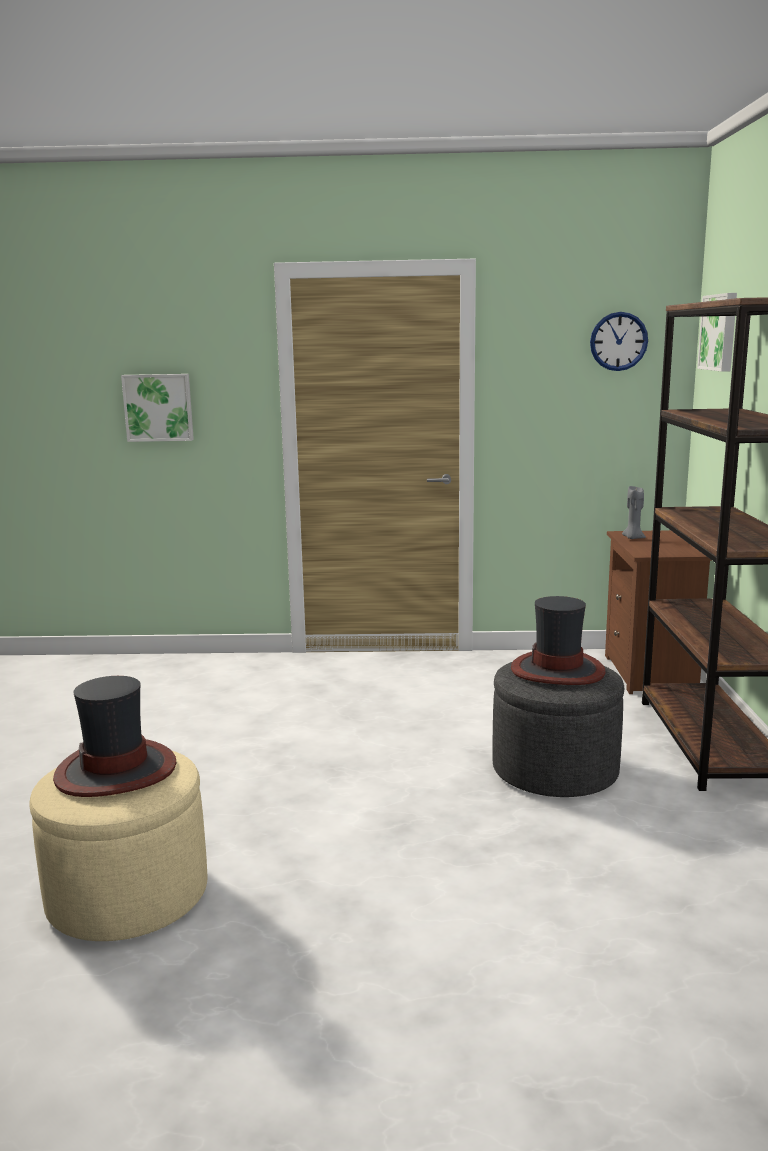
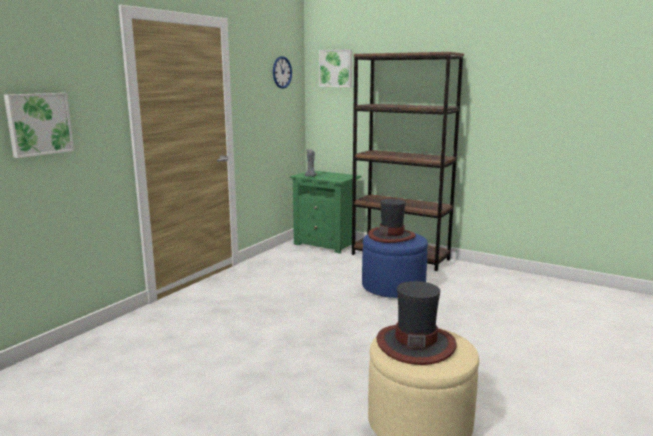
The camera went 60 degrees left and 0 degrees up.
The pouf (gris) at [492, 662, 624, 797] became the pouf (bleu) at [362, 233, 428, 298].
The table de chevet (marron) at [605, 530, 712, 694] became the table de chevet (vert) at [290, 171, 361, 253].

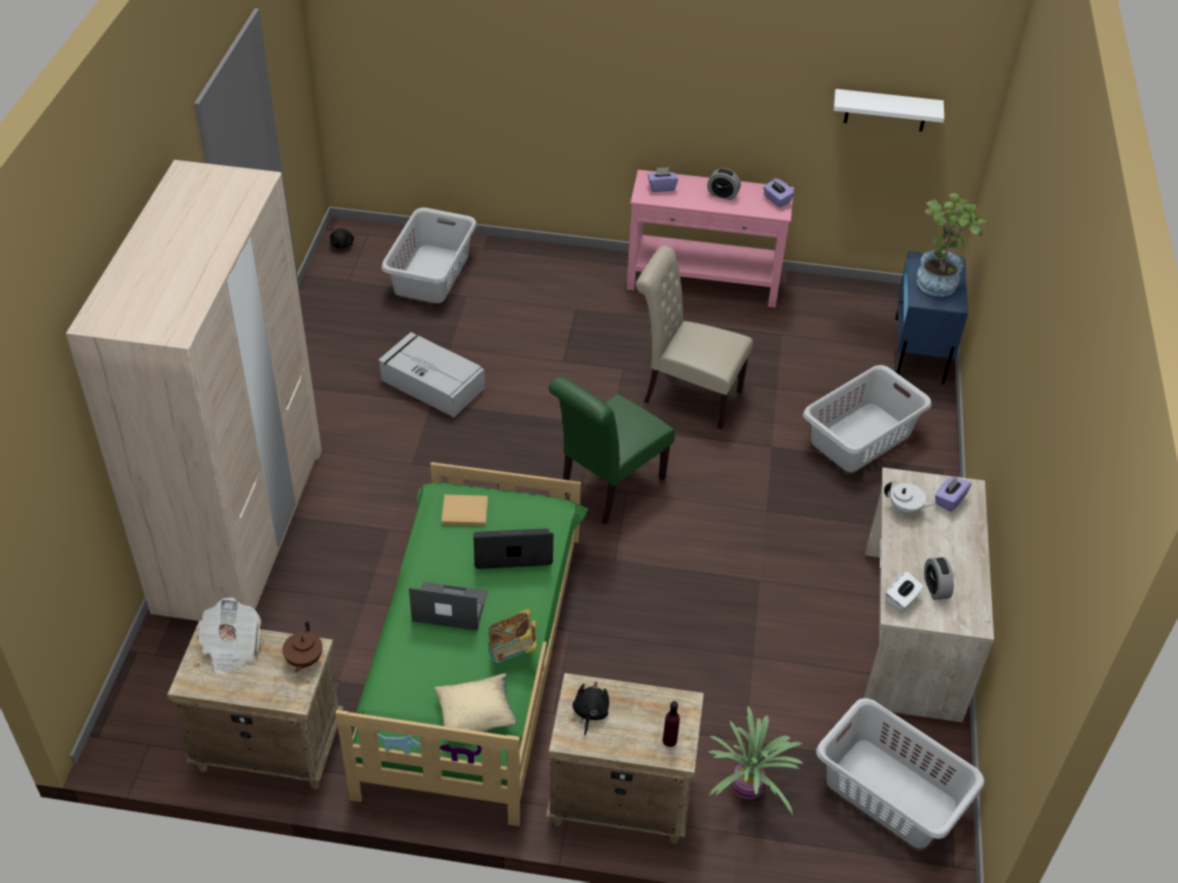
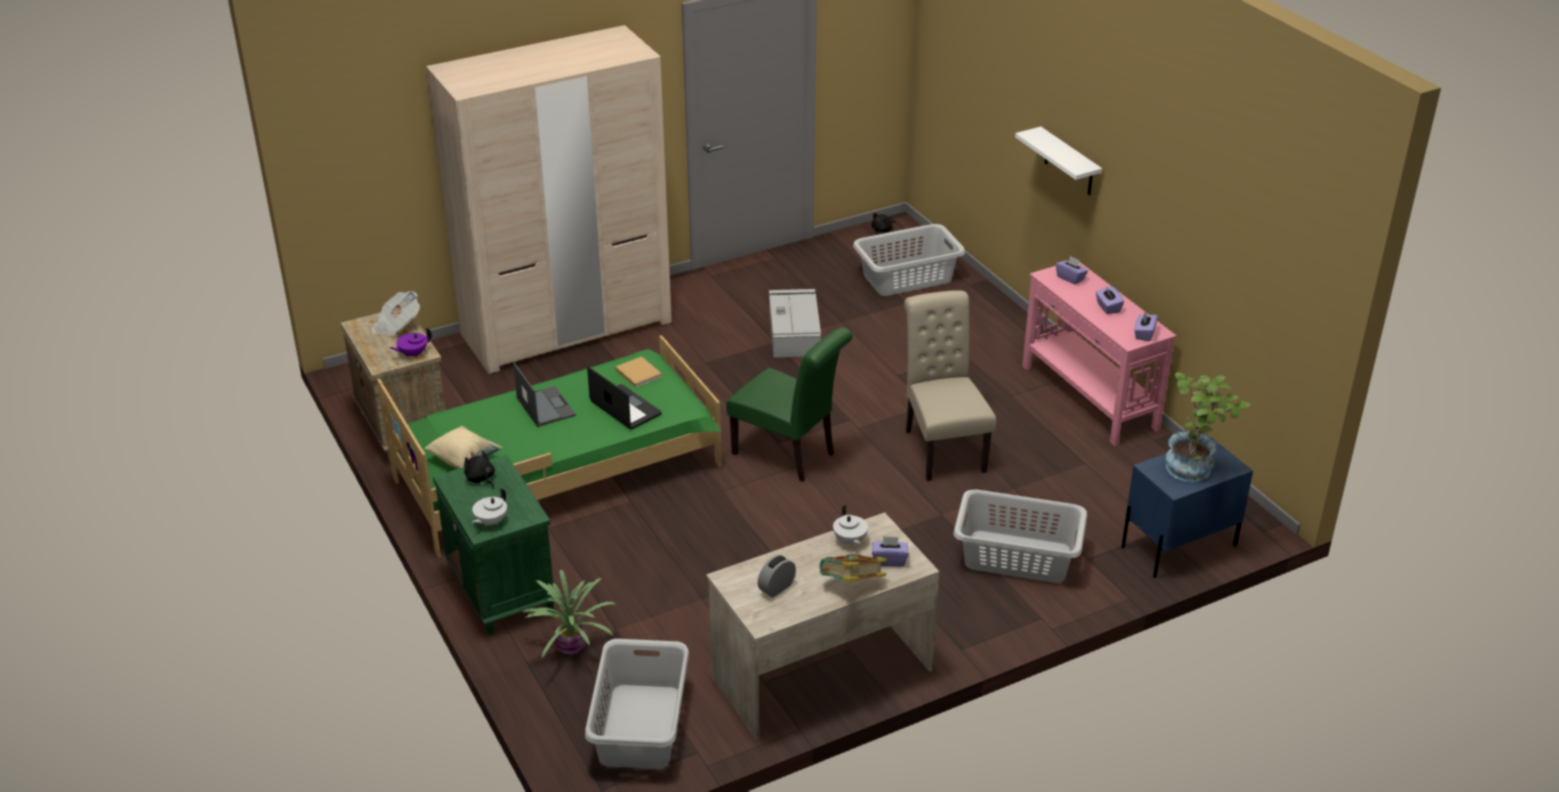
The camera went 55 degrees right and 10 degrees down.
The théière (marron) at [282, 621, 322, 673] became the théière (violet) at [390, 327, 432, 358].
The livre moved from [489, 608, 538, 663] to [819, 554, 886, 581].
The table de chevet (beige) at [546, 673, 704, 844] became the table de chevet (vert) at [433, 455, 555, 635].
The chaise (vert) at [548, 377, 675, 525] turned 150 degrees counterclockwise.
The peluche (noir) at [573, 681, 609, 736] turned 105 degrees counterclockwise.
The bouteille (violet) at [663, 701, 680, 747] was replaced by the théière (blanc) at [472, 488, 507, 527].
The réveil at [707, 168, 741, 200] was replaced by the boîte à mouchoirs (violet) at [1096, 286, 1124, 314].
The étagère (blanc) moved from [834, 89, 944, 131] to [1015, 127, 1102, 195].
The boîte à mouchoirs (blanc) at [885, 572, 924, 613] disappeared.

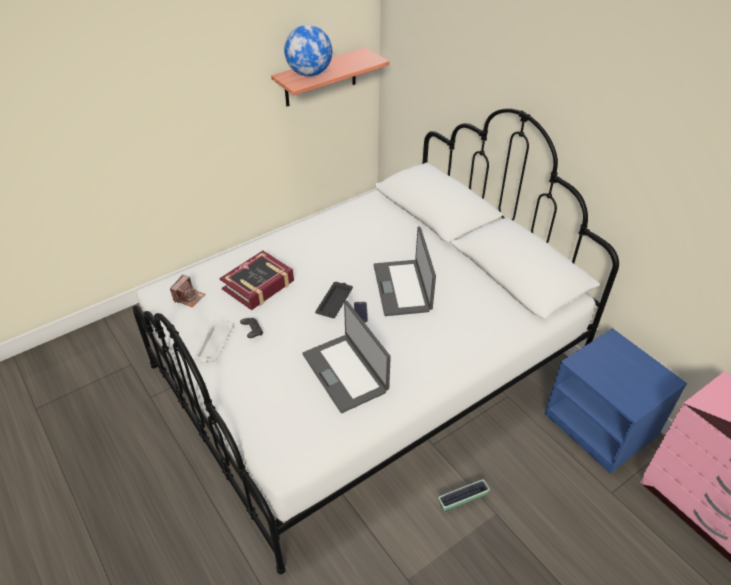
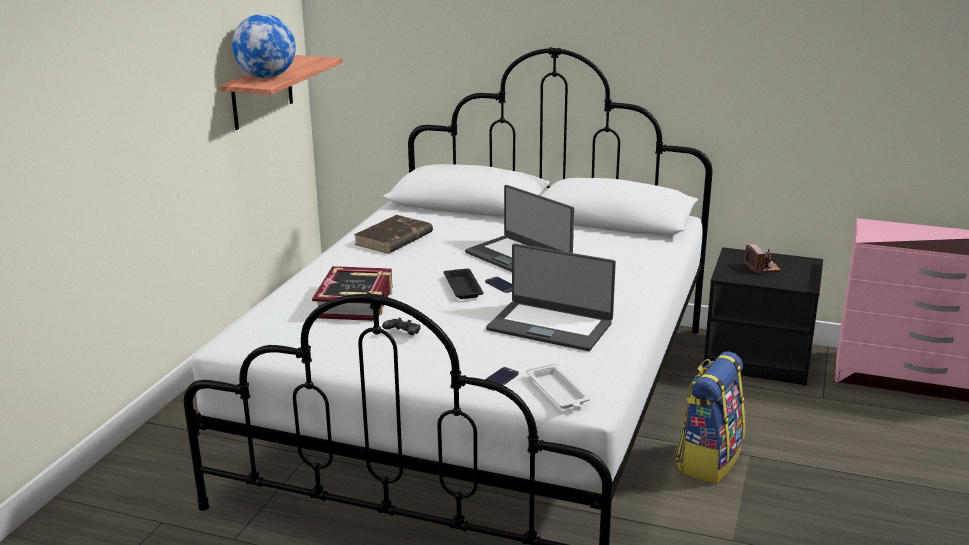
The camera went 35 degrees left and 20 degrees down.
The appareil photo moved from [170, 275, 205, 308] to [744, 244, 781, 273].
The plateau (blanc) moved from [194, 320, 233, 363] to [526, 363, 590, 409].
The cache-pot at [438, 479, 490, 512] was replaced by the sac à dos at [675, 352, 745, 484].
The table de chevet (bleu) at [545, 328, 687, 474] became the table de chevet (noir) at [703, 247, 823, 386].
The livre (marron) at [354, 215, 433, 254] appeared.
The téléphone at [485, 367, 519, 391] appeared.

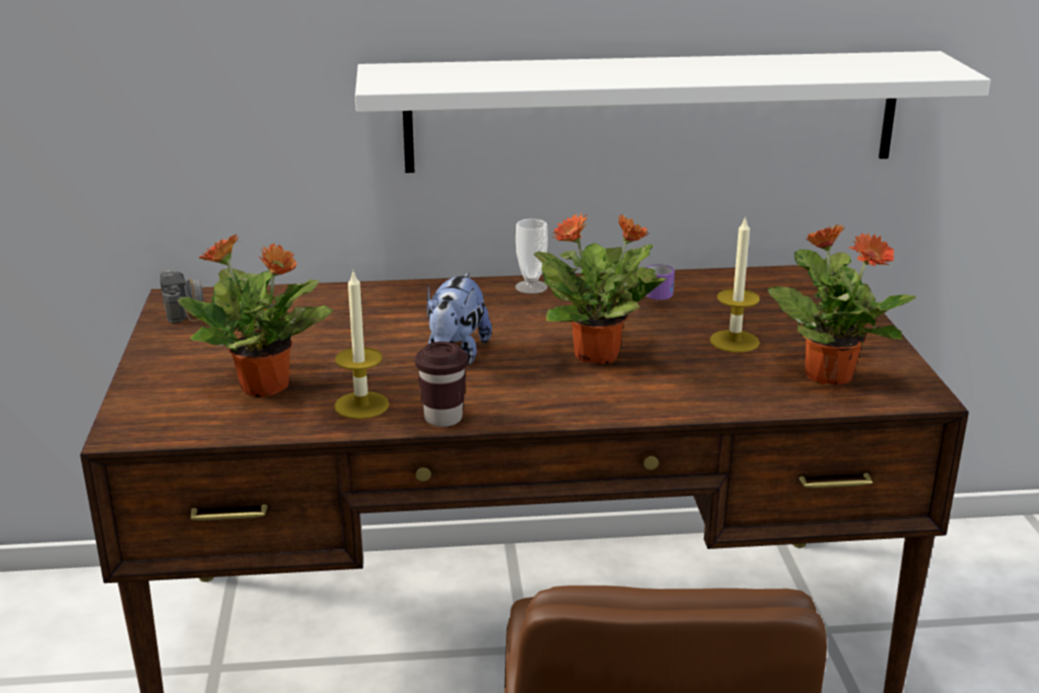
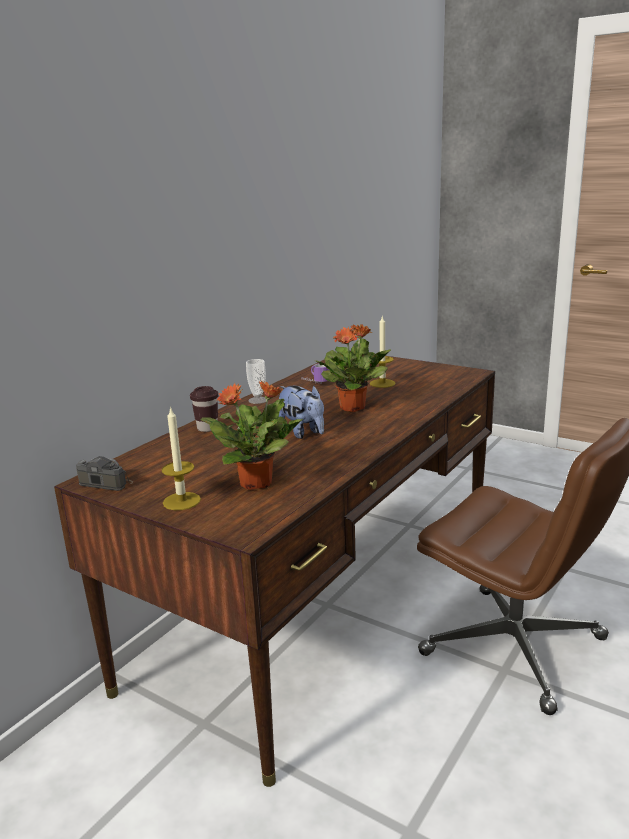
The camera went 50 degrees left and 5 degrees down.
The bougie moved from [334, 270, 389, 419] to [161, 406, 201, 510].
The étagère (blanc) at [355, 51, 991, 173] disappeared.
The tasse (marron) moved from [415, 341, 468, 427] to [190, 386, 218, 432].
The plante en pot at [768, 223, 917, 385] disappeared.

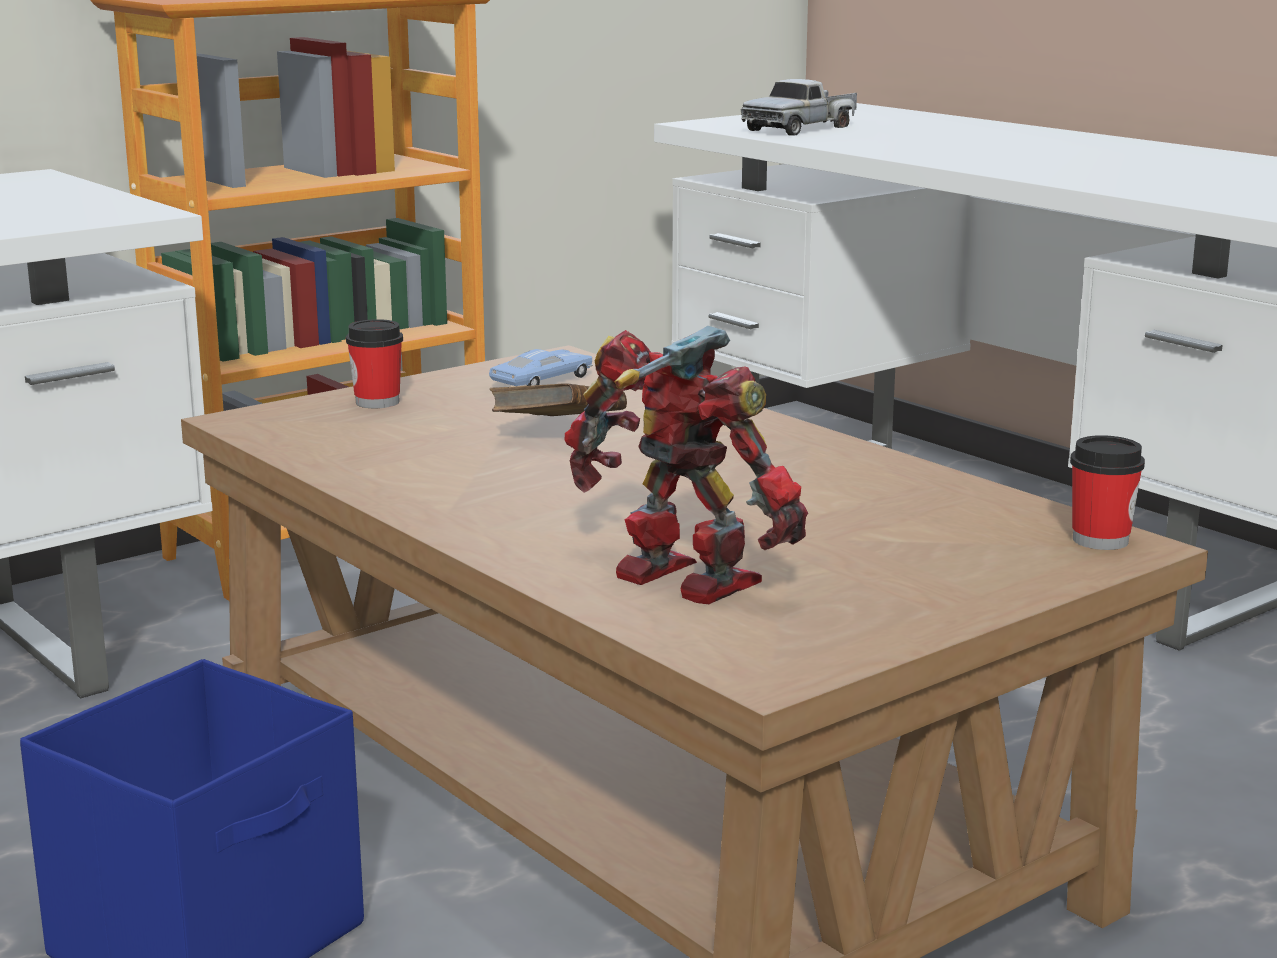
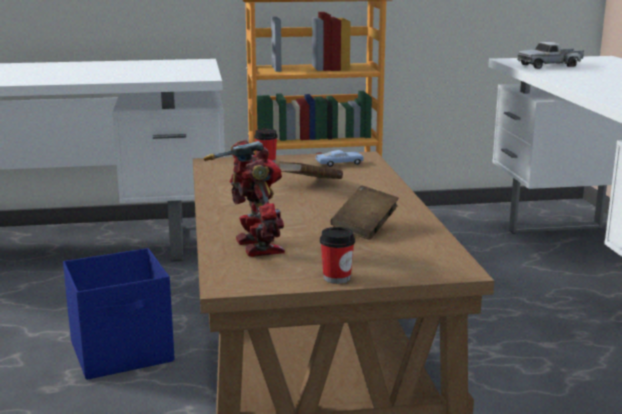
The camera went 30 degrees right and 0 degrees up.
The tasse moved from [1070, 435, 1145, 550] to [320, 227, 355, 284].
The livre (marron) at [330, 185, 399, 239] appeared.

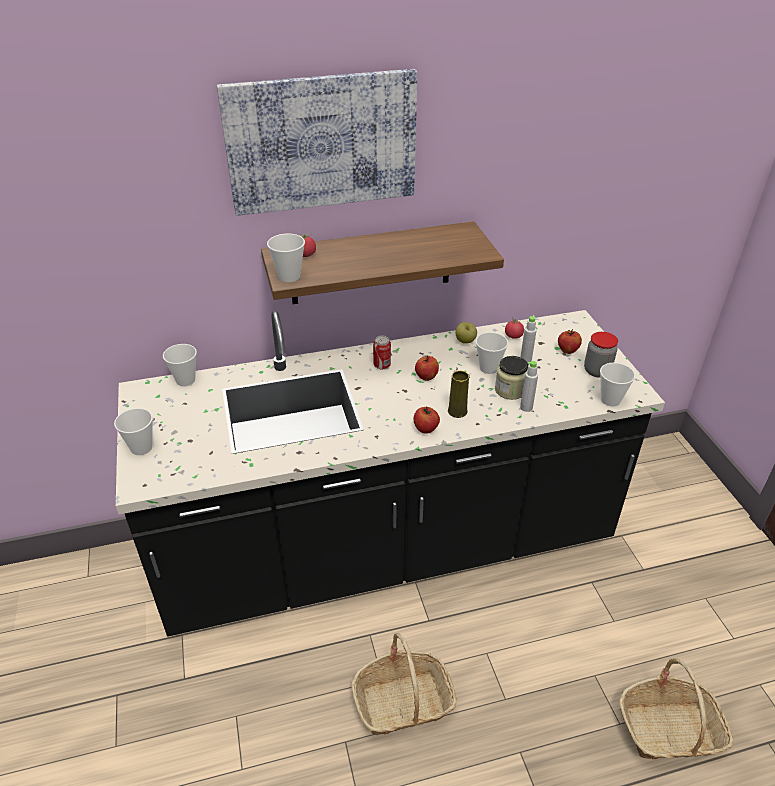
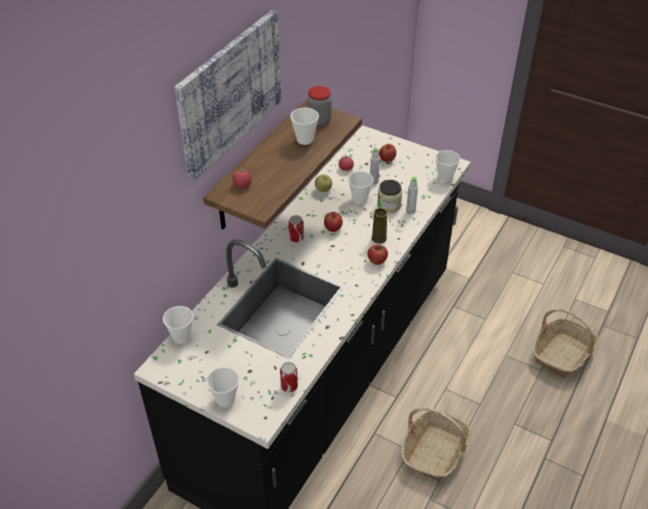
The camera went 45 degrees left and 5 degrees up.
The tasse moved from [267, 234, 305, 282] to [290, 108, 319, 145].
The bocal moved from [584, 332, 618, 377] to [307, 86, 332, 126].
The boîte métallique at [280, 362, 298, 392] appeared.

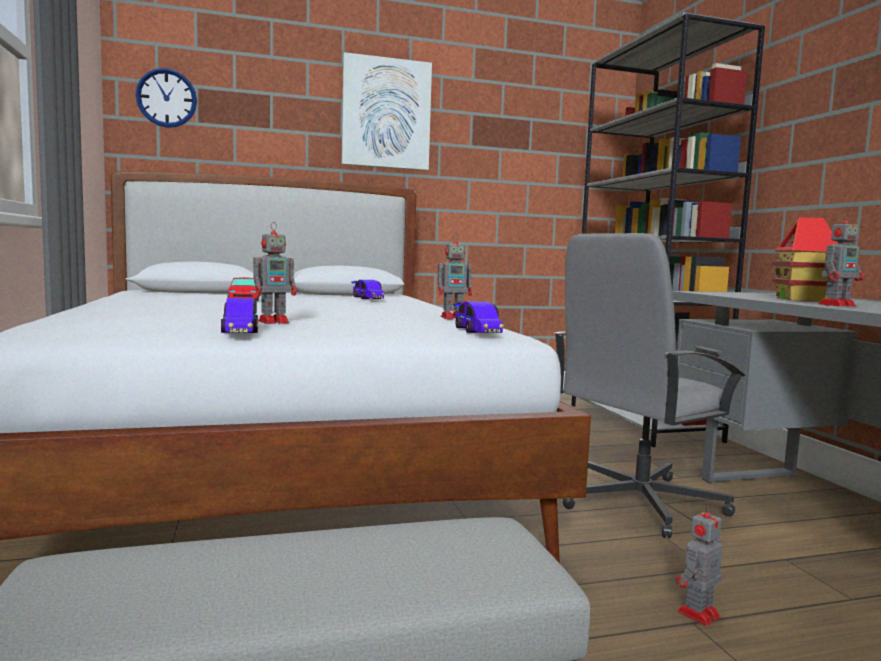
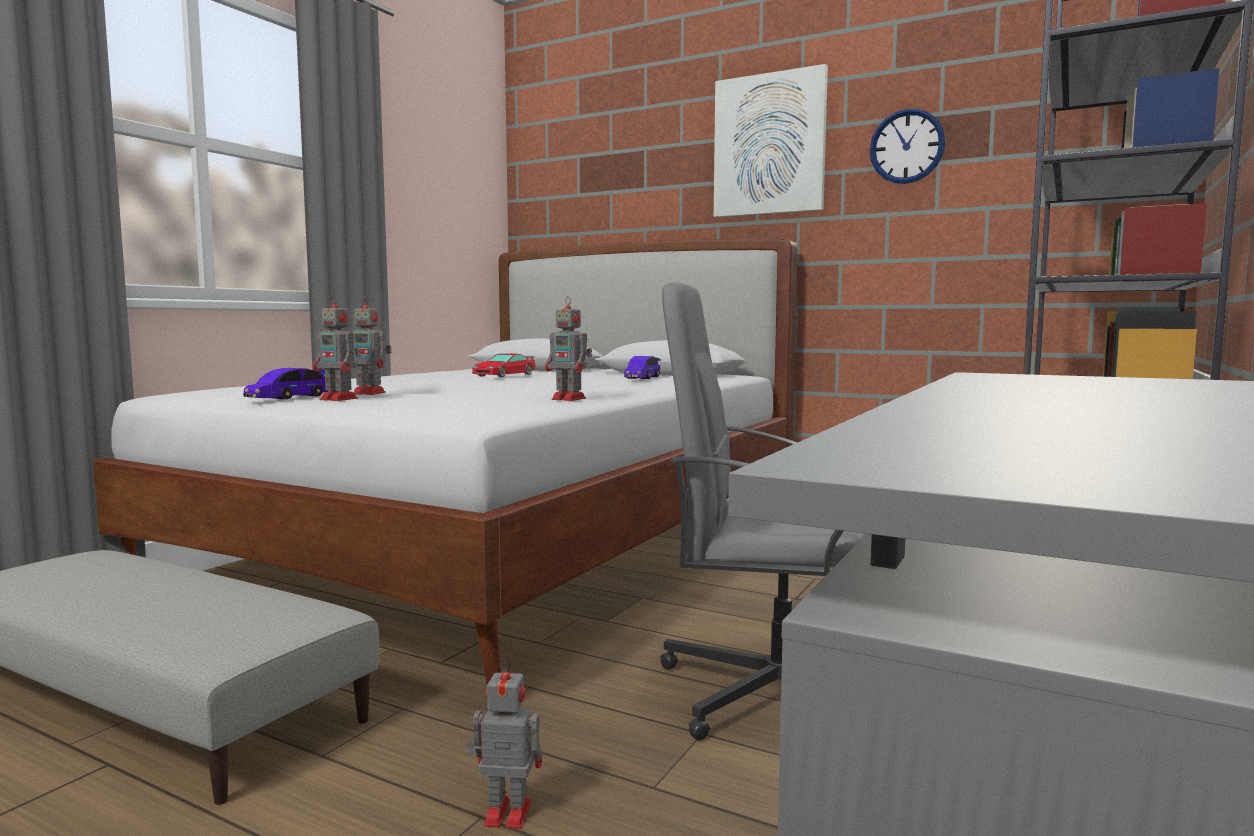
The camera went 45 degrees right and 0 degrees up.
The horloge murale moved from [136, 68, 197, 128] to [870, 109, 945, 184].
The petite voiture at [453, 301, 504, 333] disappeared.
The maison miniature at [771, 217, 838, 301] disappeared.
The robot jouet moved from [818, 213, 864, 307] to [313, 295, 360, 401].

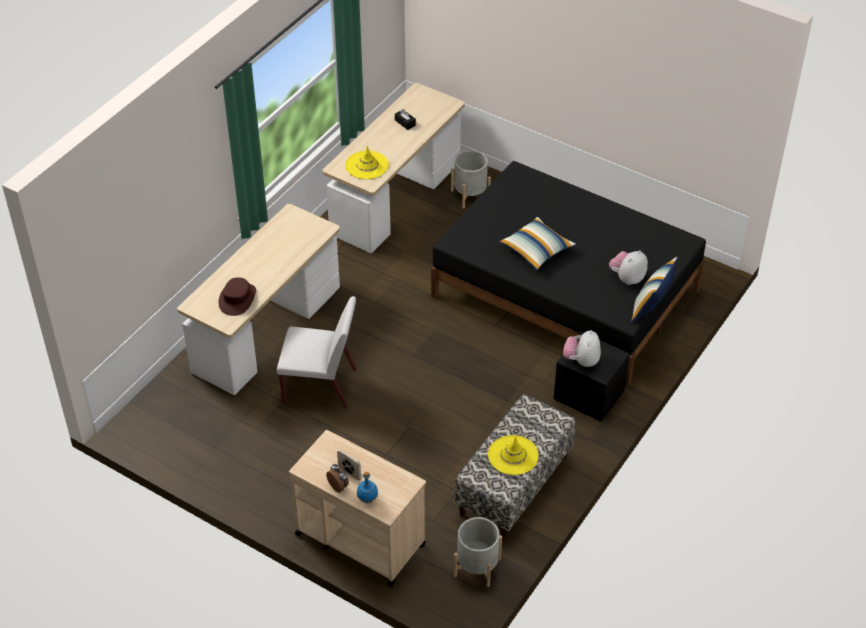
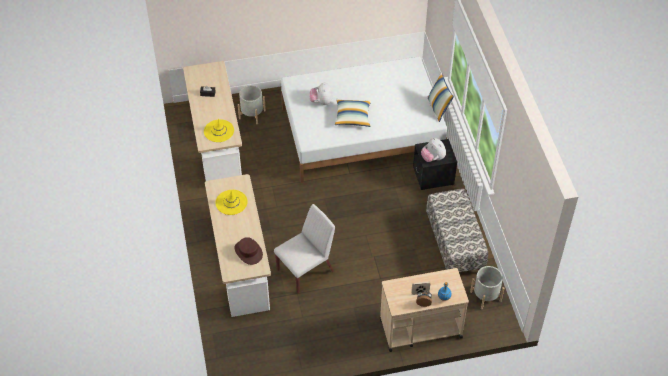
The camera went 45 degrees left and 5 degrees up.
The lit (noir) at [431, 161, 706, 388] became the lit (blanc) at [281, 56, 447, 183].
The chapeau (jaune) moved from [488, 435, 539, 475] to [216, 190, 248, 215].
The peluche moved from [609, 250, 648, 285] to [310, 82, 332, 105].

